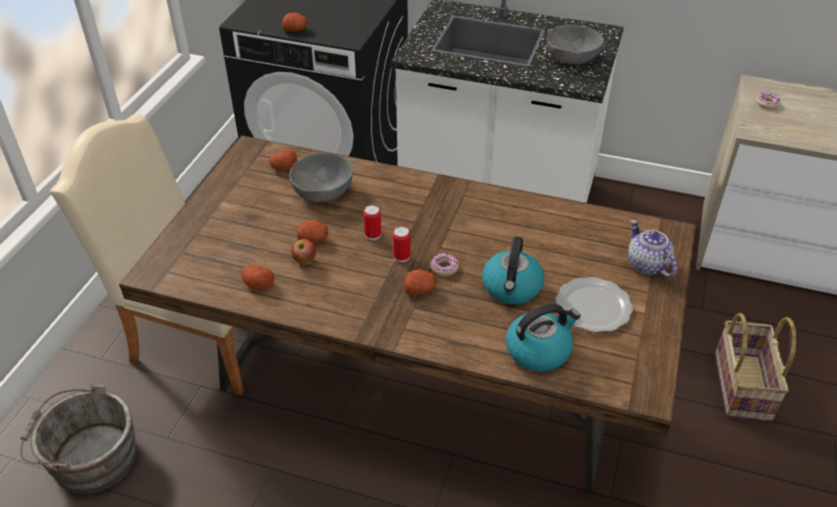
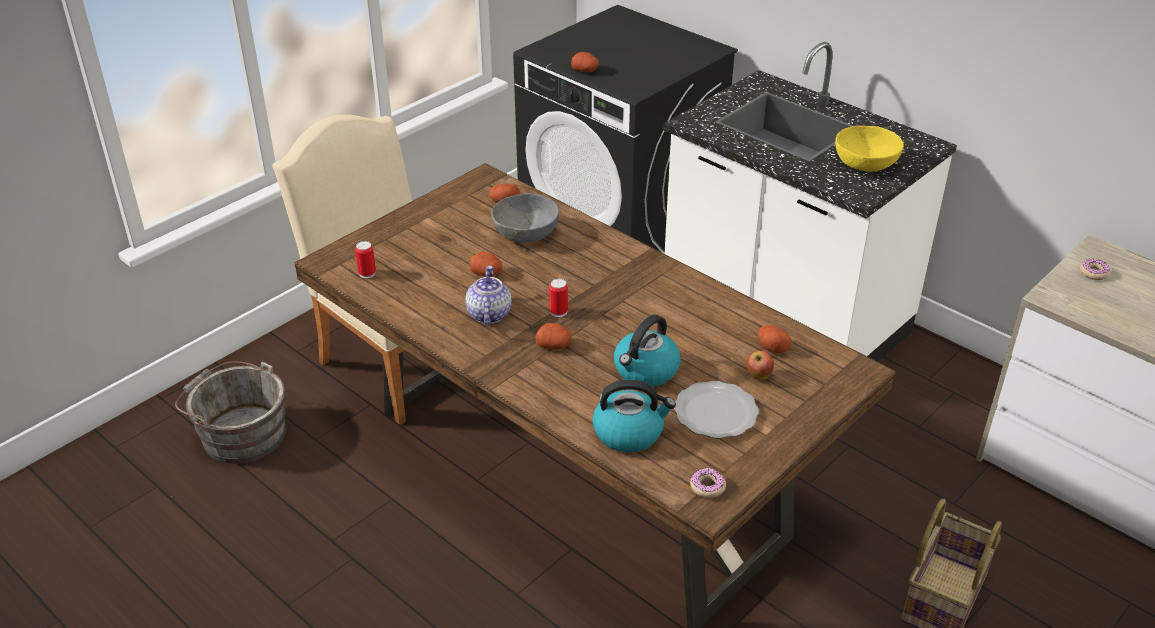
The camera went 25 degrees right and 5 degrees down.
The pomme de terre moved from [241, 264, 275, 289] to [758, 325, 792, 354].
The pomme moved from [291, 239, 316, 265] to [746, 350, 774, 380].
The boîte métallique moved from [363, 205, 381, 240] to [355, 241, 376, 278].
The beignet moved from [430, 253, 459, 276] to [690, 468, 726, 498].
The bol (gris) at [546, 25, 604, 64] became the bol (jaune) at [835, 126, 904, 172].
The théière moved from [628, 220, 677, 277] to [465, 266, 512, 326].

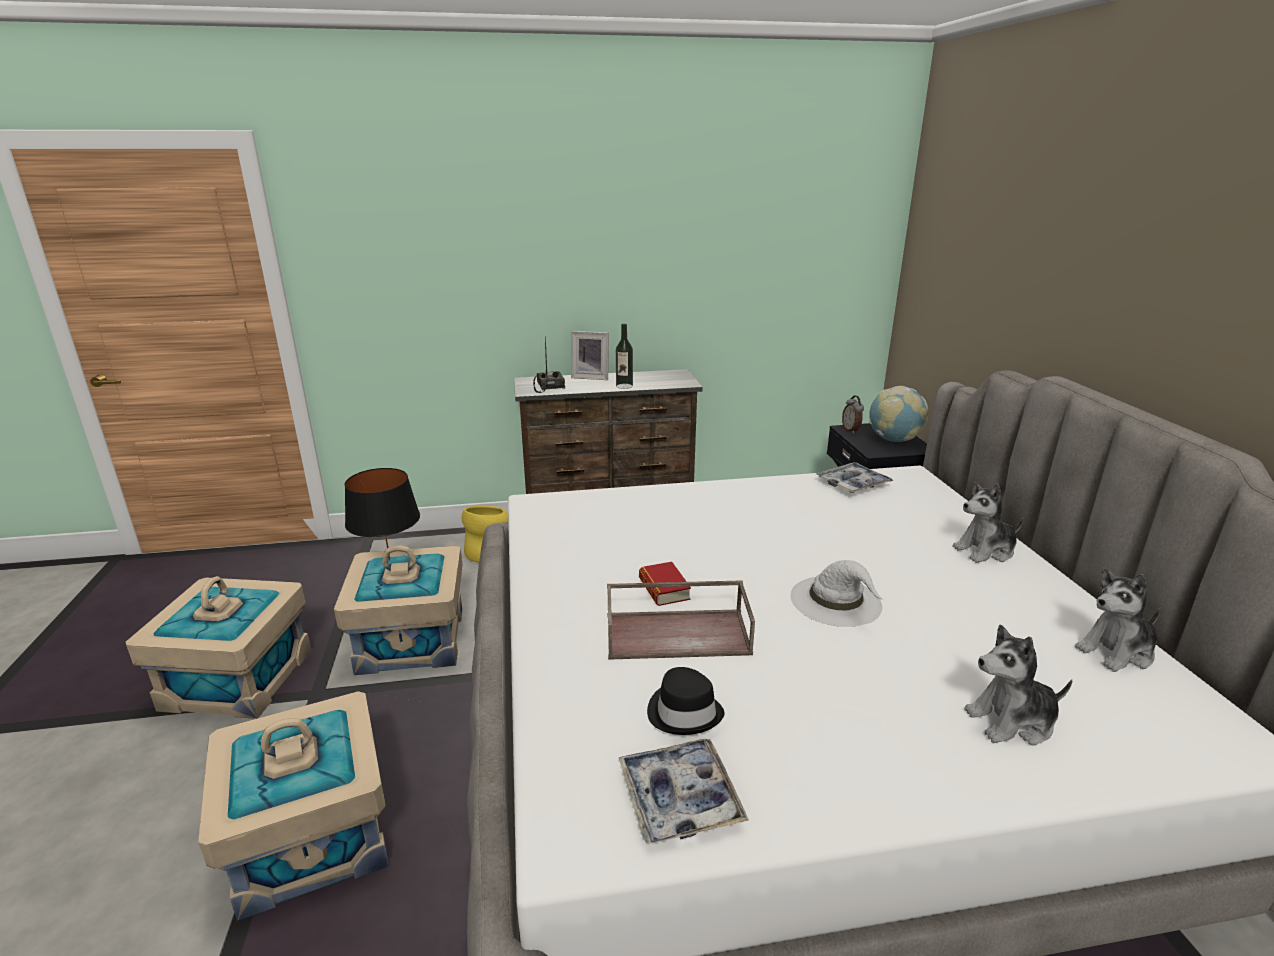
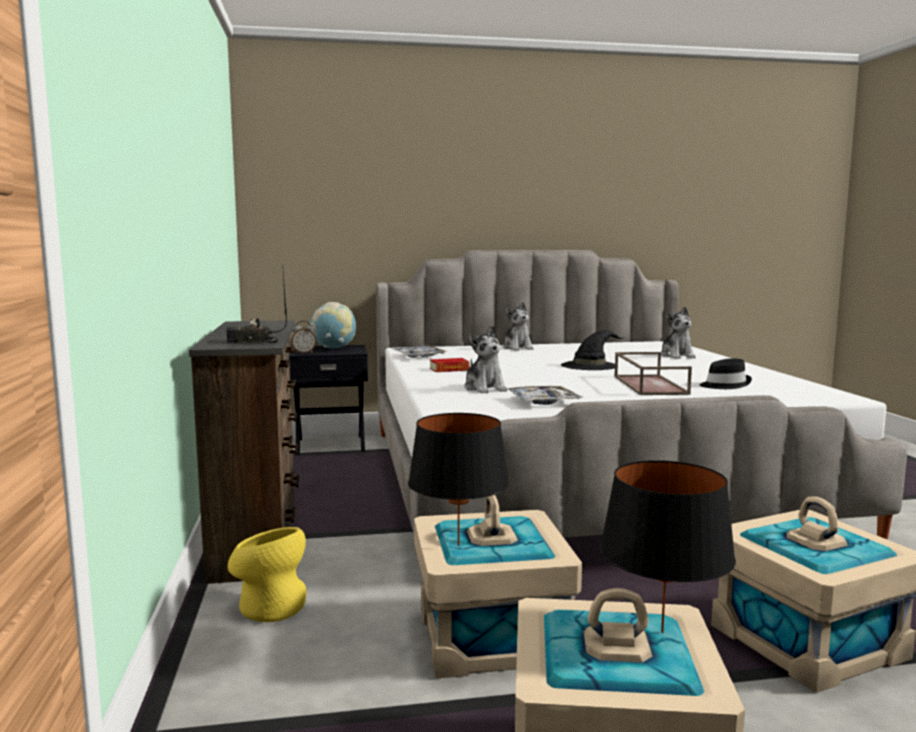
The camera went 90 degrees left and 15 degrees down.
The cadre photo at [571, 331, 609, 380] disappeared.
The bouteille at [616, 324, 633, 389] disappeared.
The plateau moved from [619, 739, 749, 844] to [507, 386, 583, 405].
The livre moved from [639, 562, 691, 606] to [430, 358, 470, 372].
The chapeau (blanc) at [790, 560, 882, 627] became the chapeau (noir) at [561, 330, 625, 370].
The peluche moved from [1075, 568, 1160, 672] to [464, 325, 508, 394].
The lampe de table (noir) at [600, 460, 736, 633] appeared.

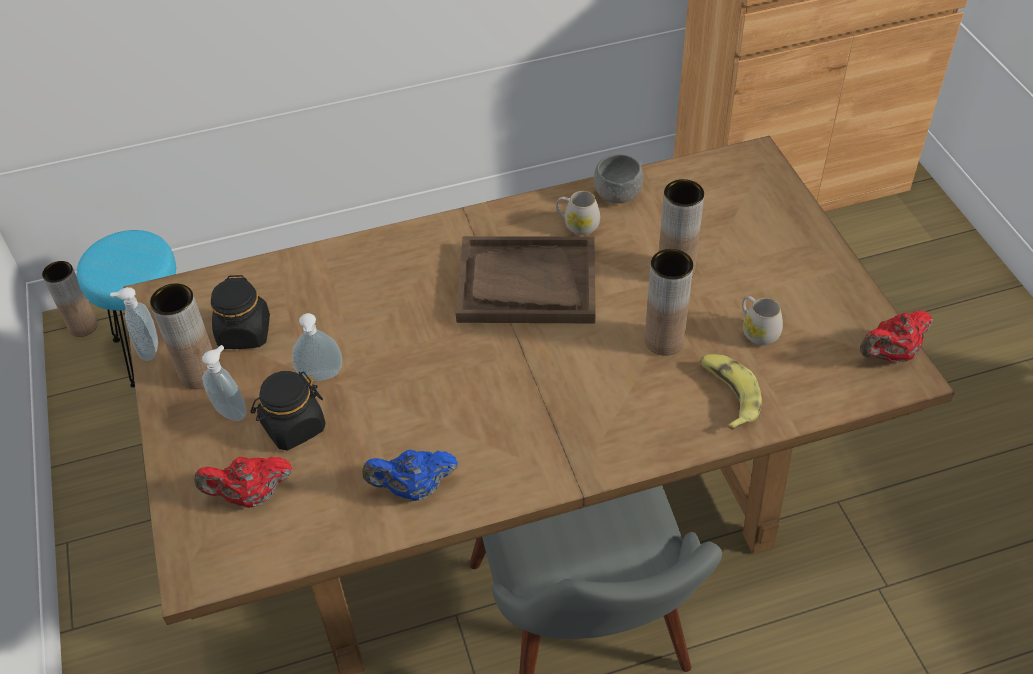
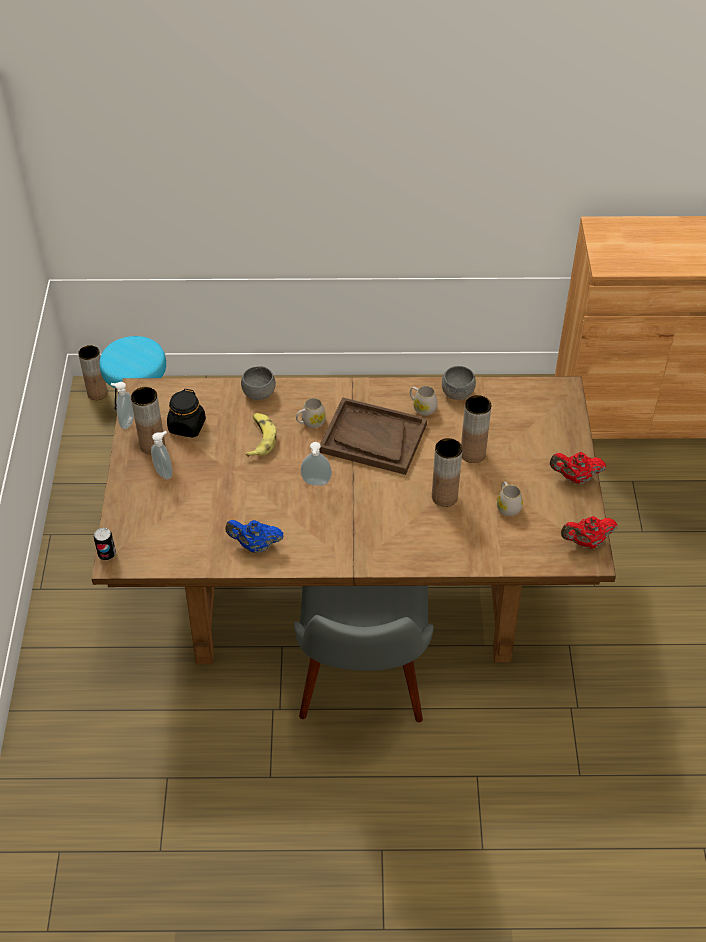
The camera went 15 degrees right and 0 degrees up.
The théière (rouge) moved from [194, 456, 292, 508] to [550, 452, 606, 484].
The bocal (noir) at [250, 371, 326, 451] disappeared.
The distributeur de savon moved from [292, 313, 342, 382] to [301, 442, 332, 486].
The banane moved from [699, 354, 762, 430] to [245, 413, 277, 457].
The boîte métallique at [94, 528, 116, 560] appeared.
The bol (gris) at [241, 366, 276, 400] appeared.
The mug (blanc) at [296, 398, 326, 428] appeared.

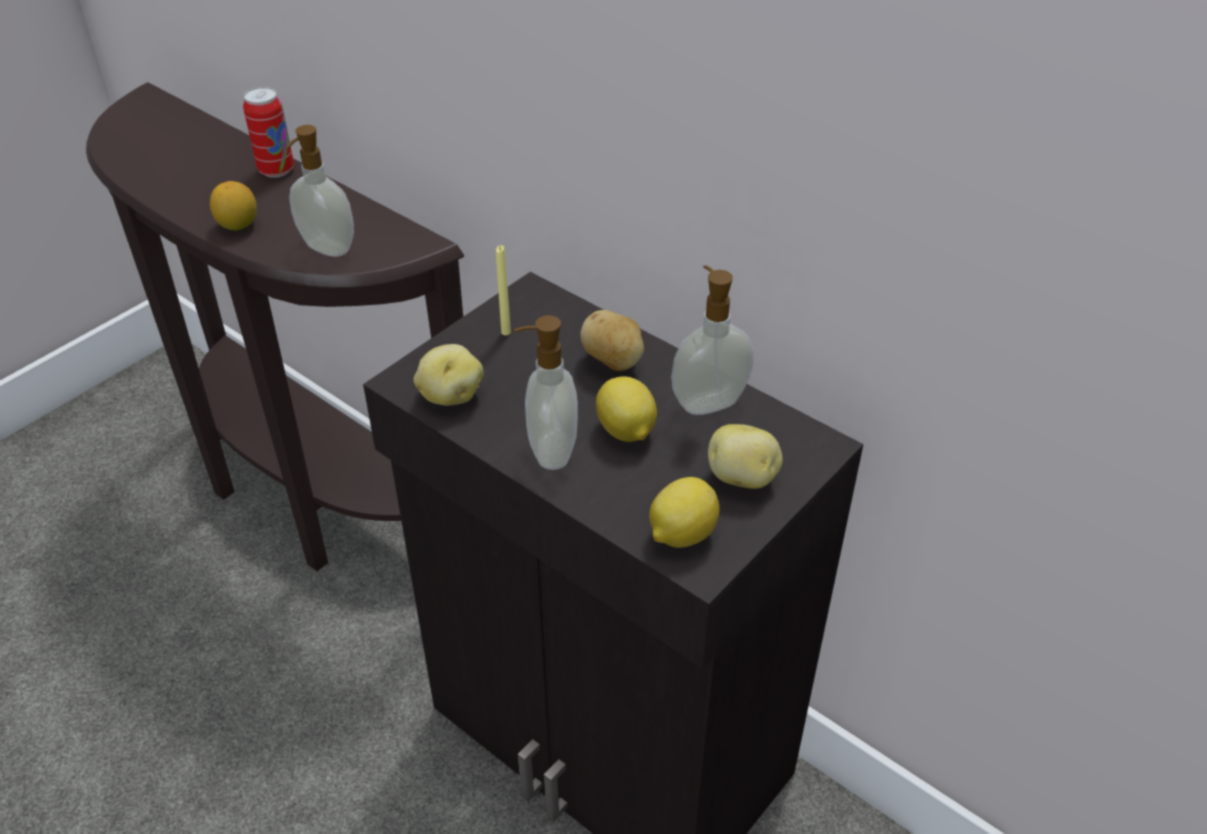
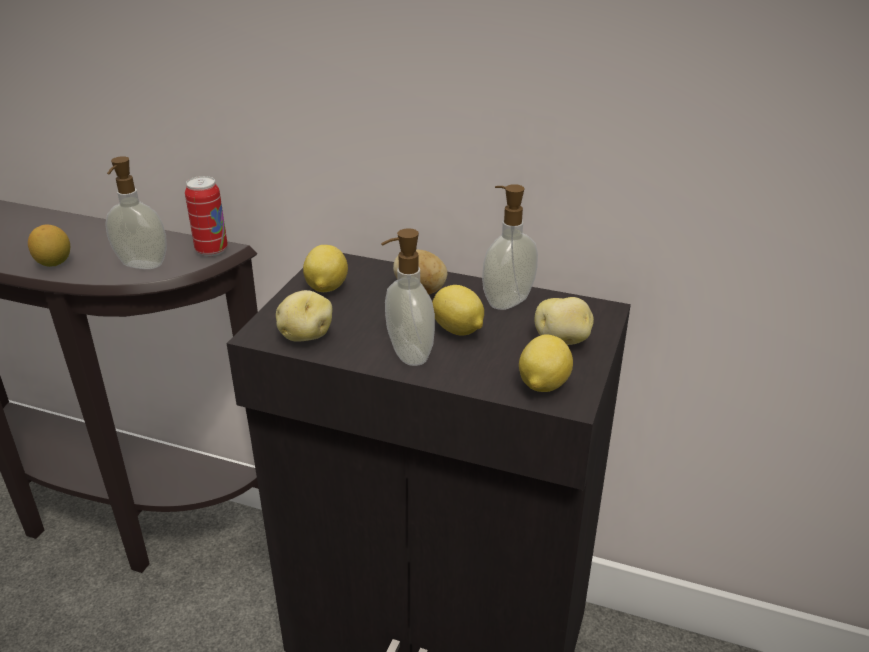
The camera went 20 degrees left and 10 degrees down.
The boîte métallique moved from [243, 87, 294, 178] to [185, 176, 228, 256].
The bougie (jaune) at [496, 245, 511, 335] was replaced by the citron at [303, 245, 348, 292].

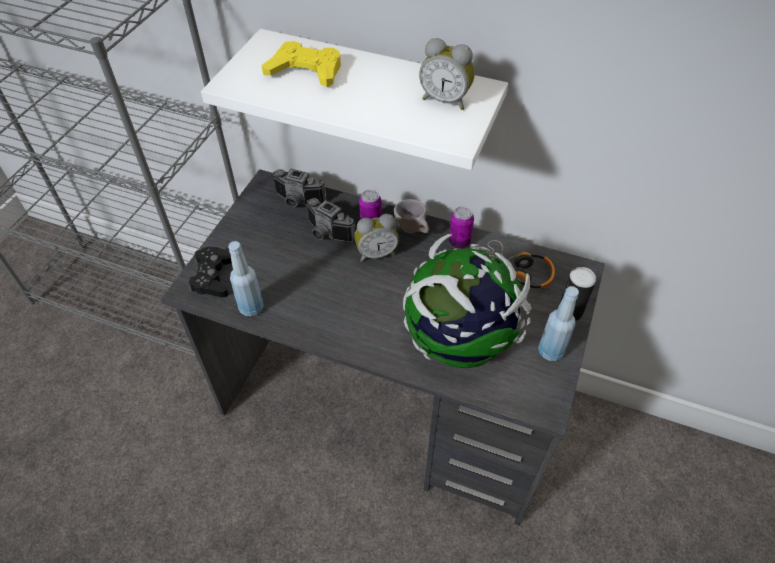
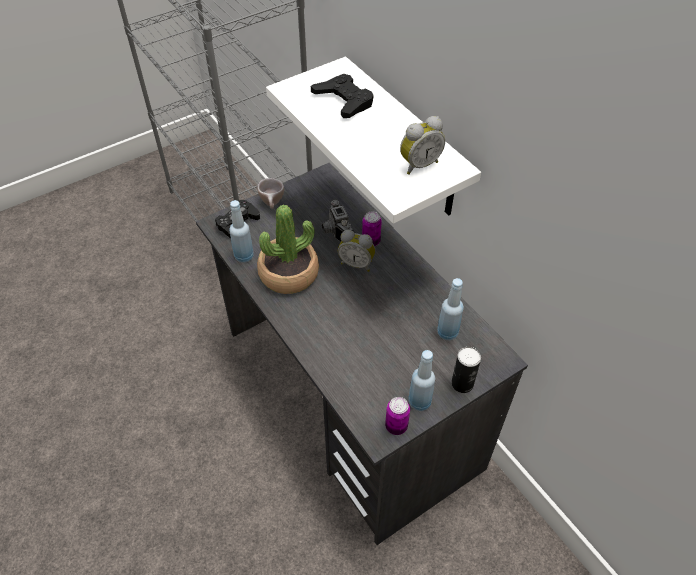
The camera went 35 degrees right and 0 degrees up.
The manette (jaune) at [261, 41, 341, 87] became the manette (noir) at [311, 74, 374, 118].
The appareil photo at [272, 169, 327, 207] disappeared.
The tasse (beige) moved from [394, 199, 429, 233] to [257, 178, 284, 209].
The globe at [403, 234, 532, 368] disappeared.
The réveil at [419, 38, 475, 110] turned 90 degrees counterclockwise.
The boîte métallique moved from [449, 206, 474, 249] to [385, 397, 410, 435].
The casque audio at [485, 240, 555, 289] was replaced by the bouteille (bleu) at [437, 278, 464, 341].
The plante en pot at [257, 205, 319, 294] appeared.

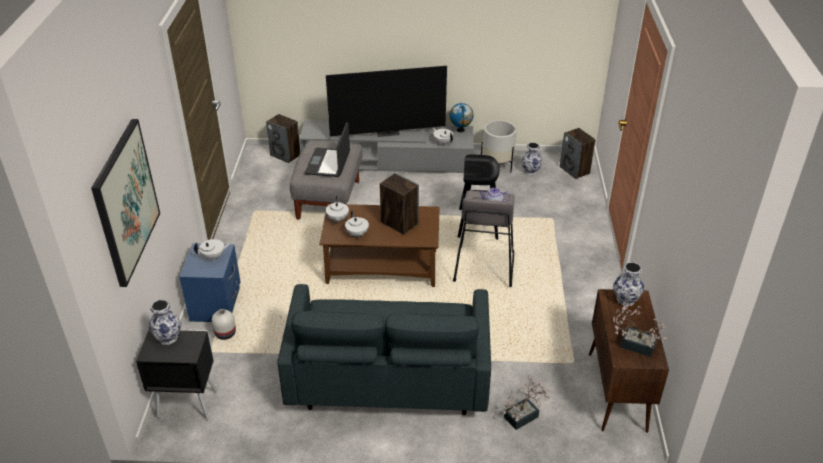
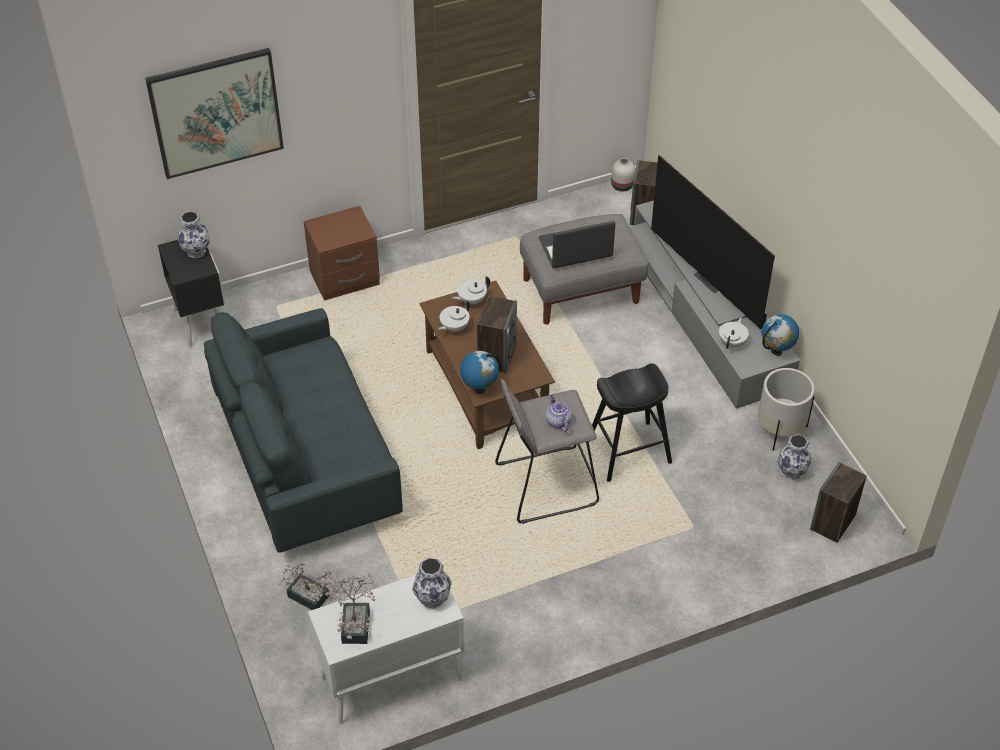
The camera went 65 degrees right and 10 degrees up.
The table de chevet (bleu) at [179, 243, 241, 322] became the table de chevet (marron) at [304, 206, 380, 301].
The théière (blanc) at [194, 239, 231, 261] disappeared.
The vase (blanc) moved from [212, 309, 236, 340] to [611, 158, 635, 191].
The meuble de rangement (marron) at [589, 289, 669, 433] became the meuble de rangement (blanc) at [308, 575, 465, 724].
The globe at [460, 351, 501, 394] appeared.

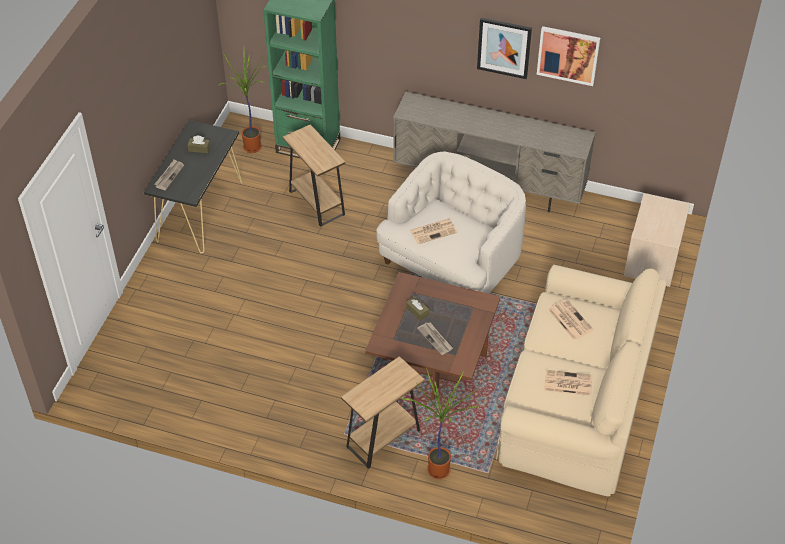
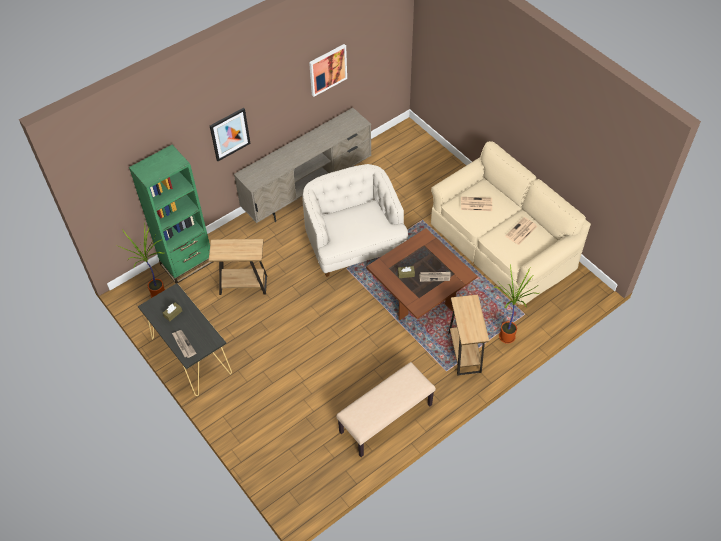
The camera went 55 degrees left and 5 degrees up.
The journal at [410, 219, 457, 244] disappeared.
The tableau moved from [477, 18, 532, 79] to [210, 108, 251, 161].
The table de chevet (beige) at [624, 193, 690, 287] disappeared.
The banc (beige) at [336, 362, 436, 457] appeared.

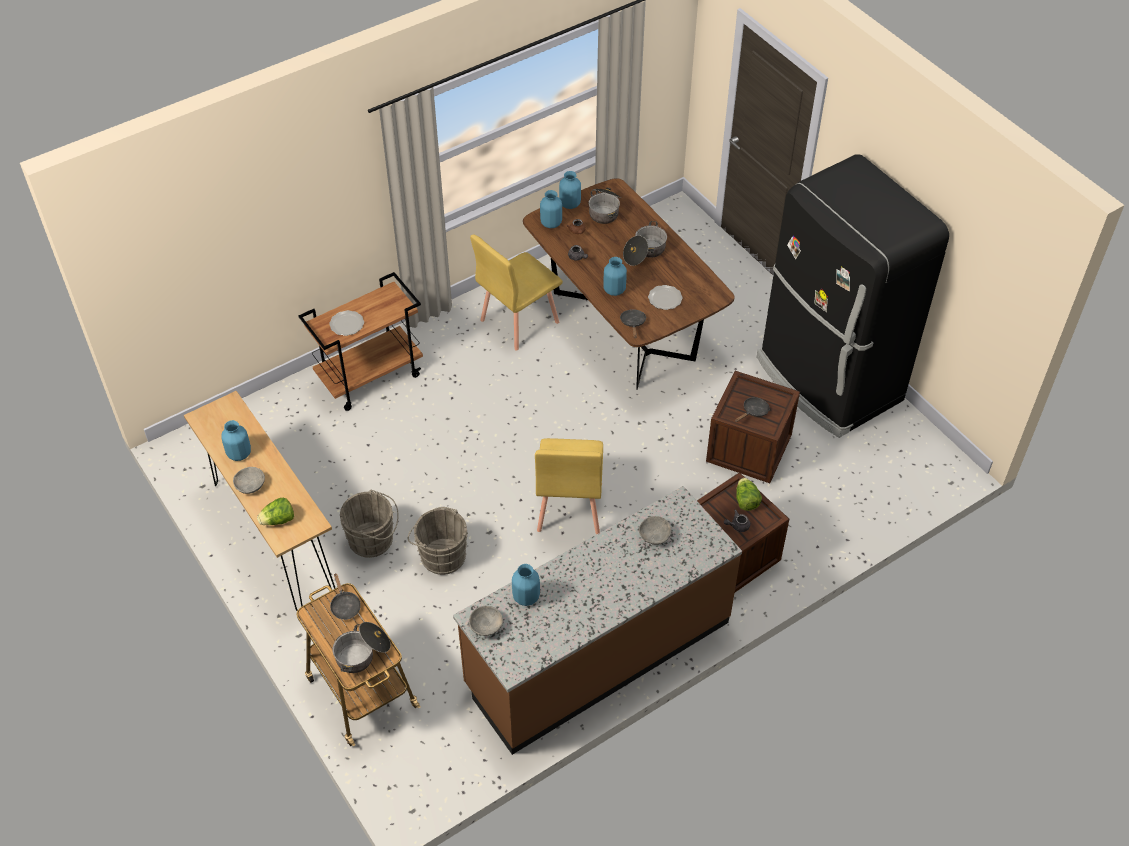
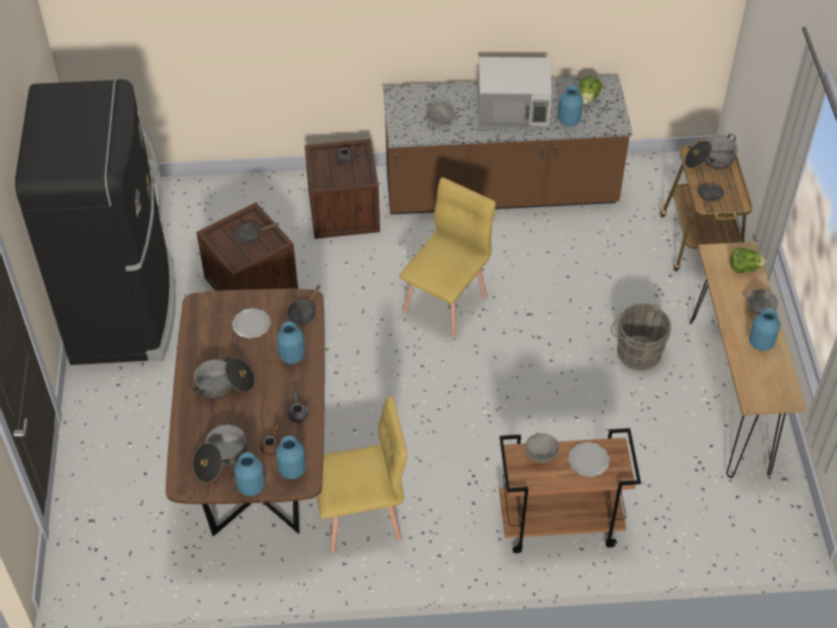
The camera went 150 degrees left and 0 degrees up.
The seau (gris) at [408, 507, 468, 575] disappeared.
The bol (gris) moved from [469, 606, 503, 636] to [525, 433, 559, 463].
The laitue moved from [736, 478, 762, 511] to [579, 76, 602, 105].
The micro-ondes (blanc) at [478, 57, 552, 127] appeared.

